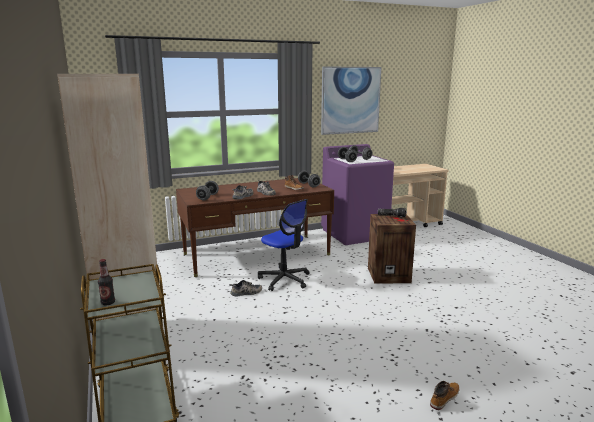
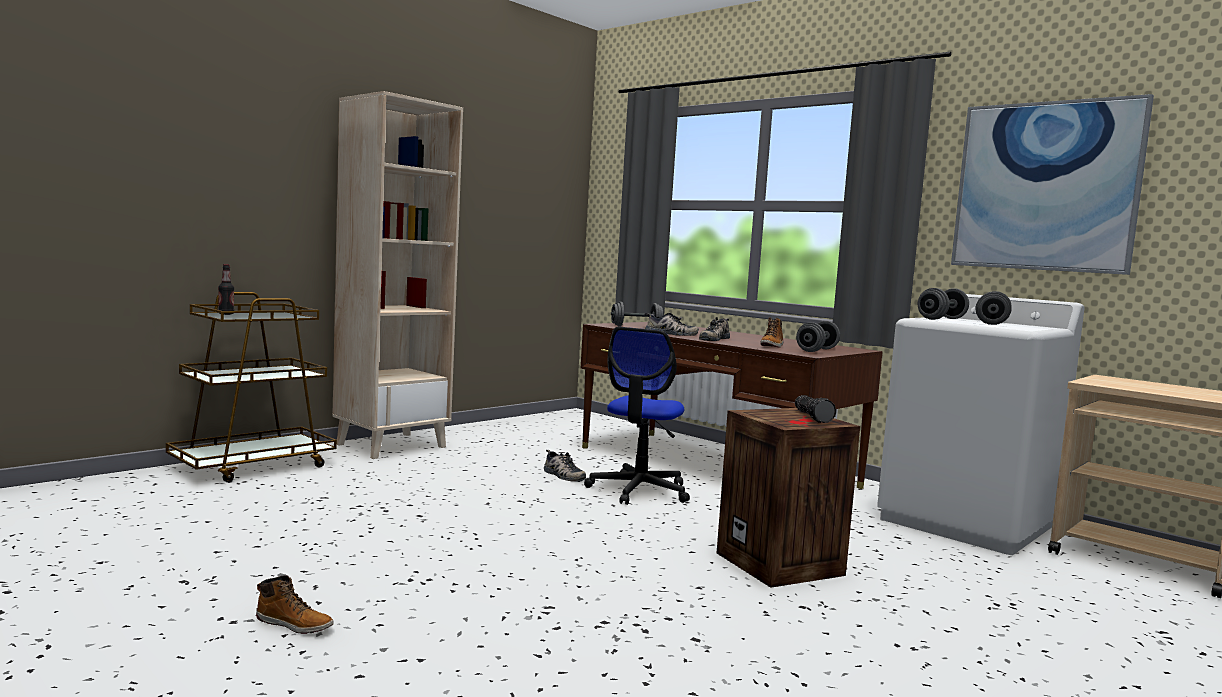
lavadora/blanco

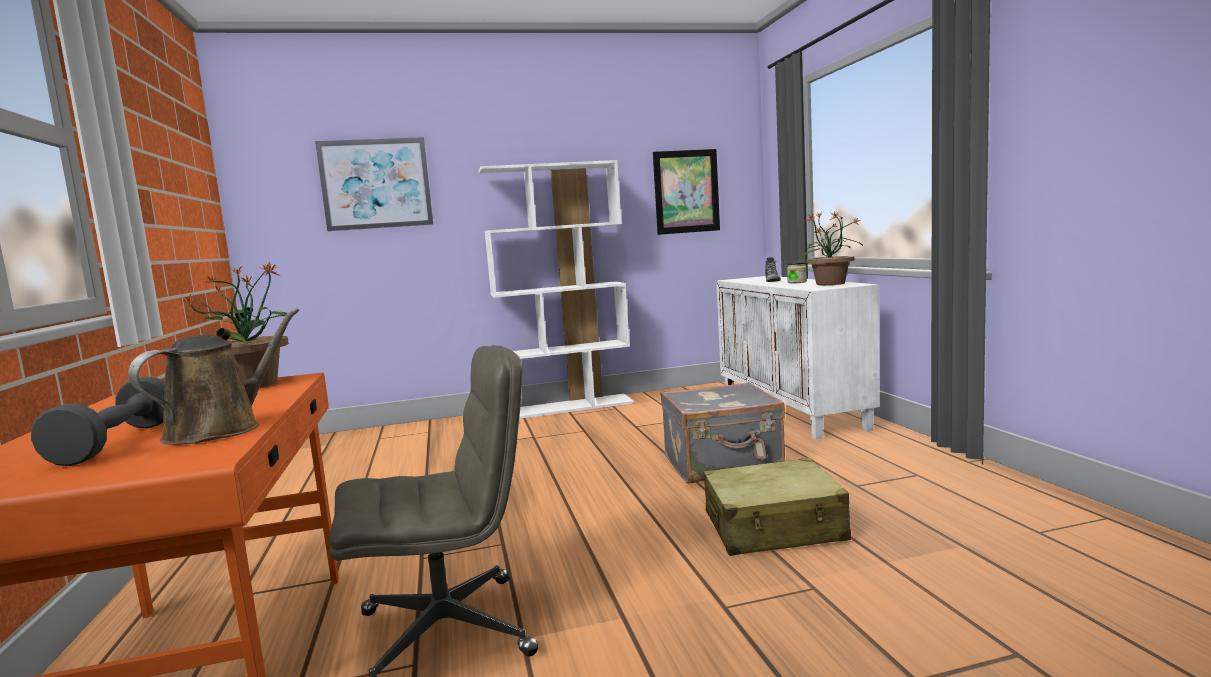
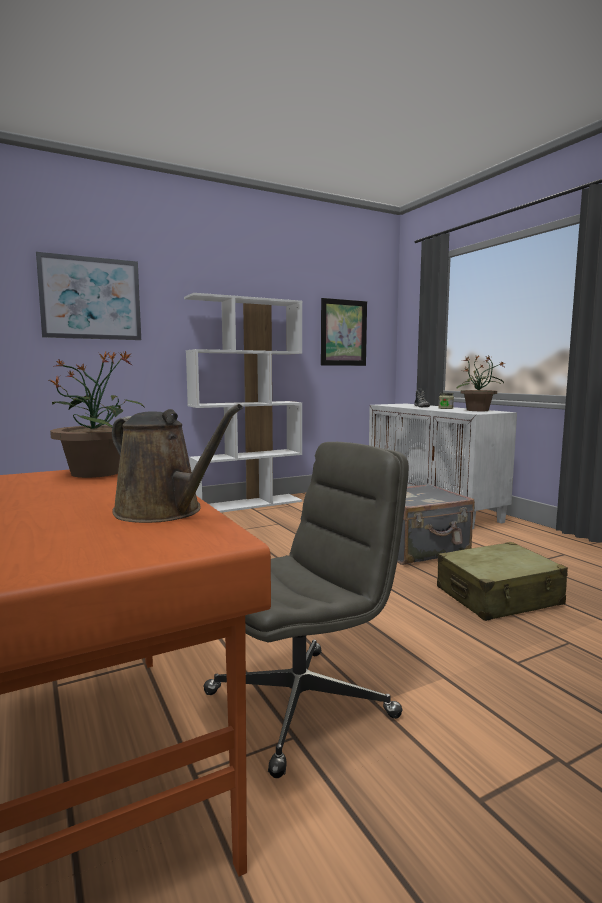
mancuerna/gris
regadera/marrón

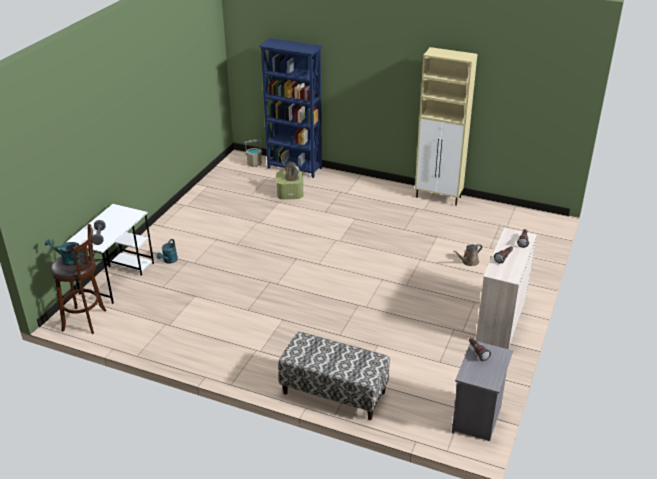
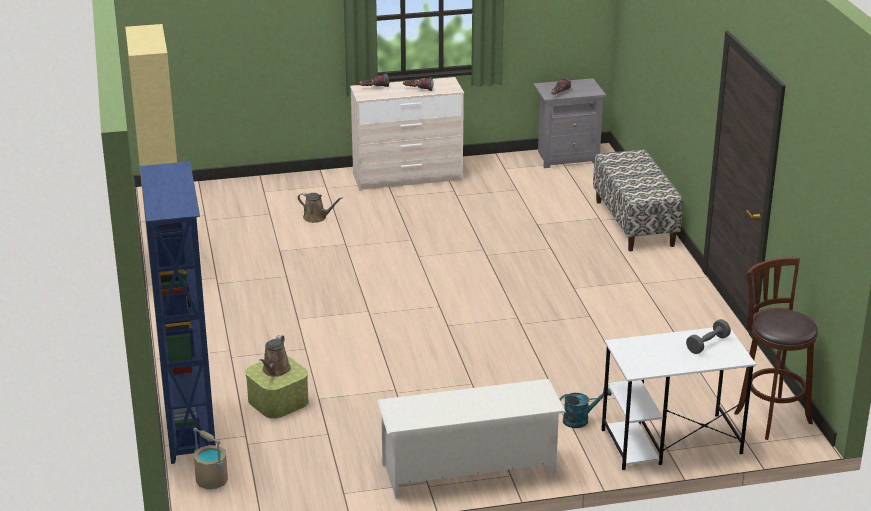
regadera/turquesa (1st from left in the first image)
zapatero/blanco

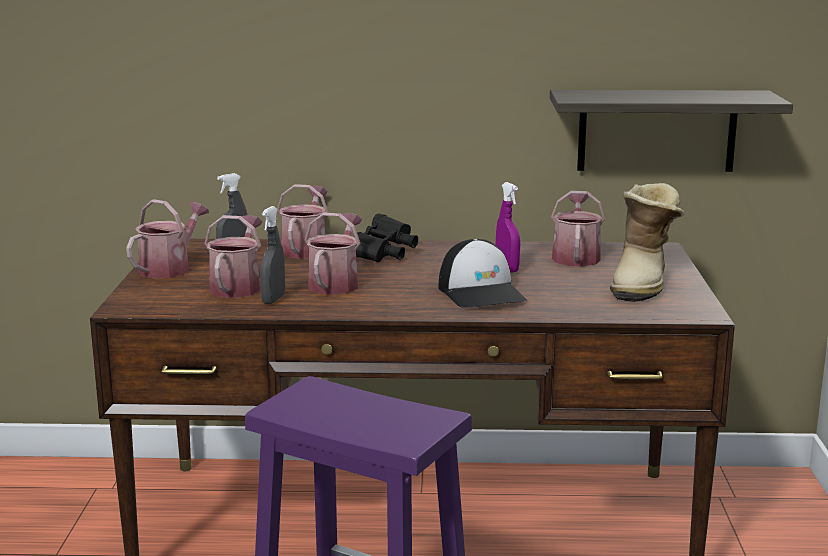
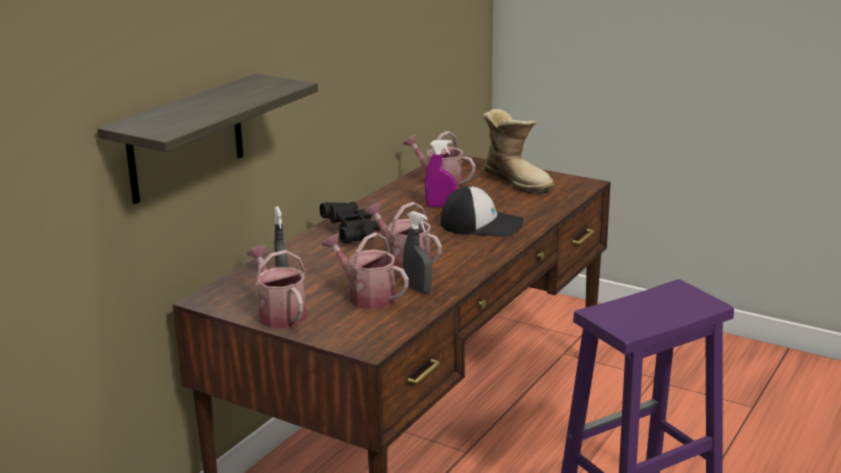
regadera (3rd from left in the first image)
estante

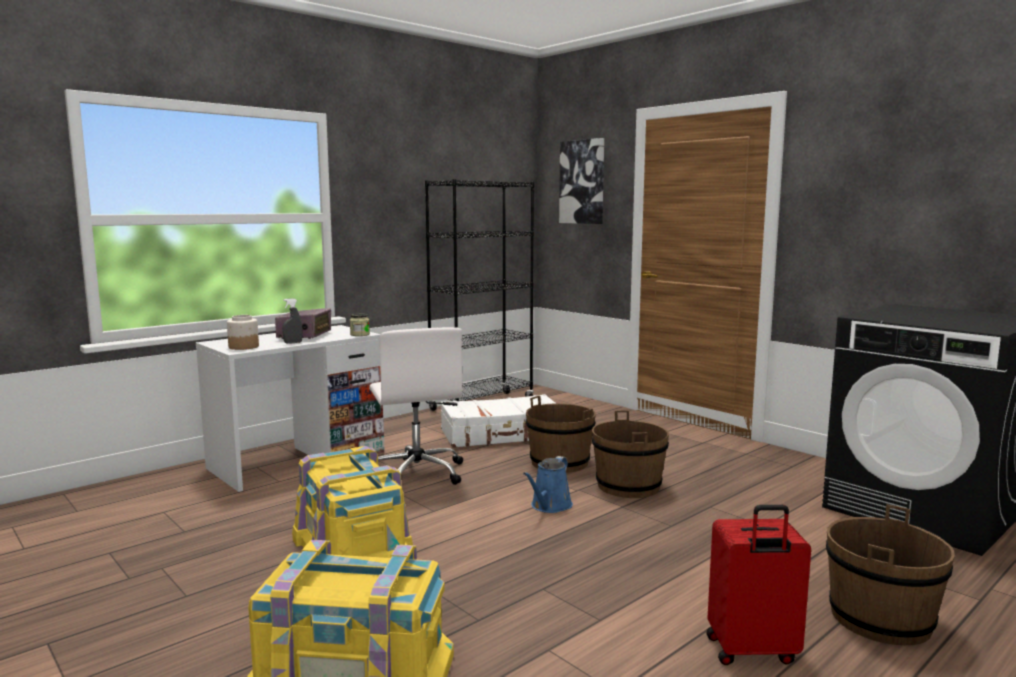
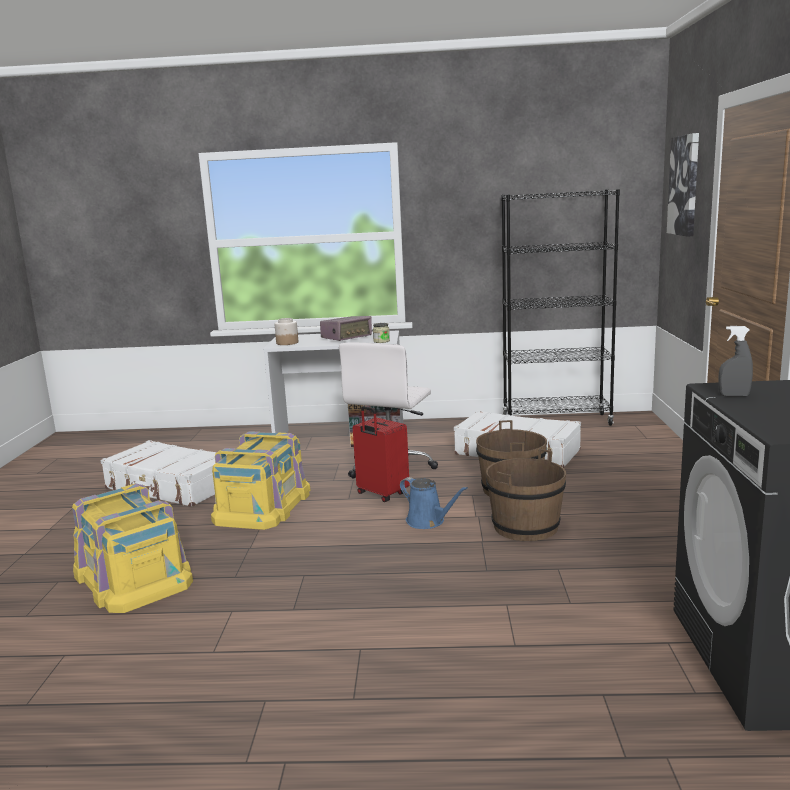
pulverizador/gris
regadera/azul
maleta/rojo
cubo/marrón (3rd from left in the first image)
maleta/blanco (1st from left)

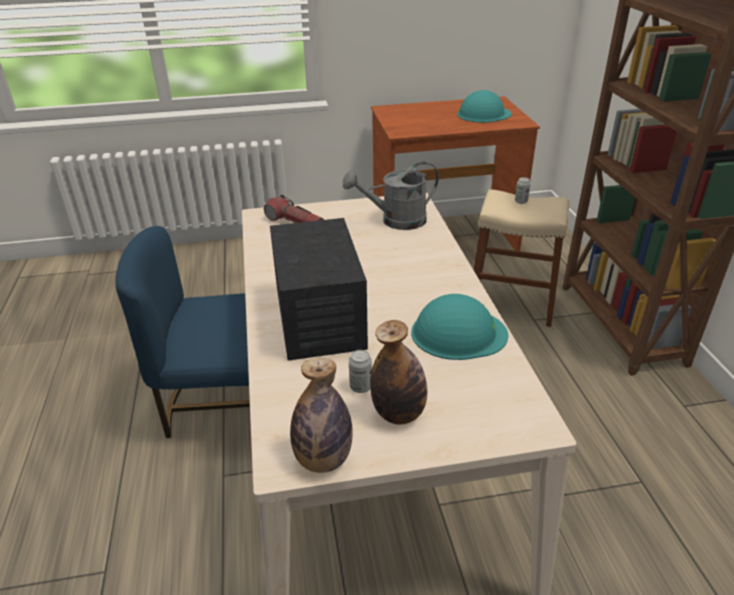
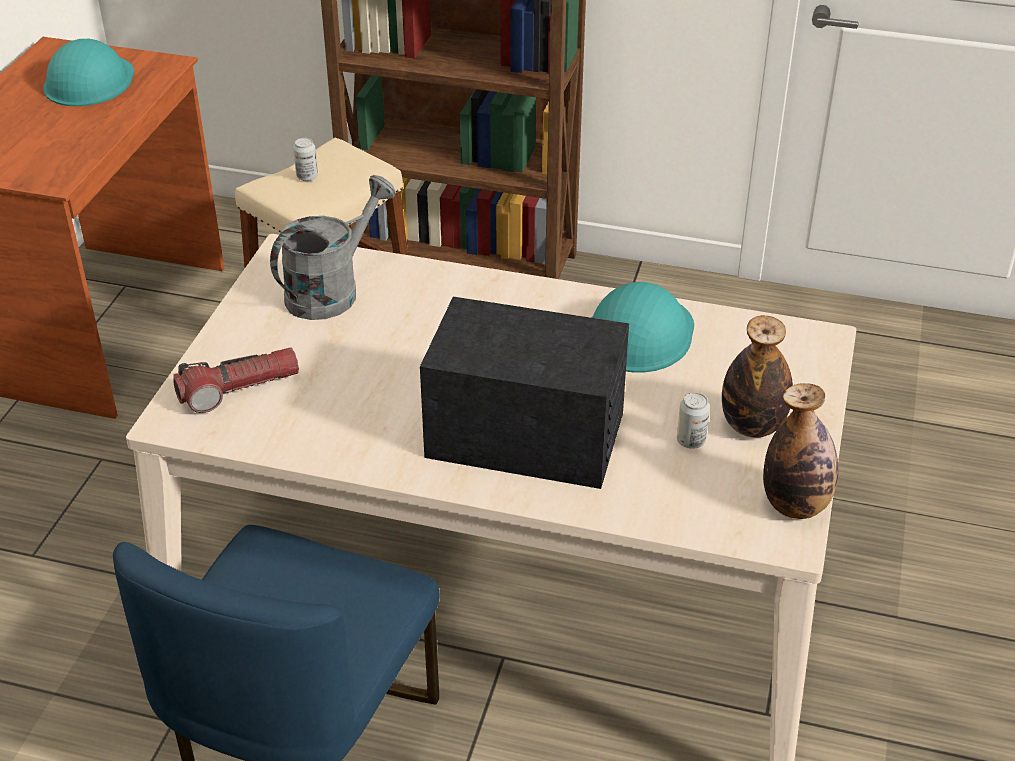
regadera/gris

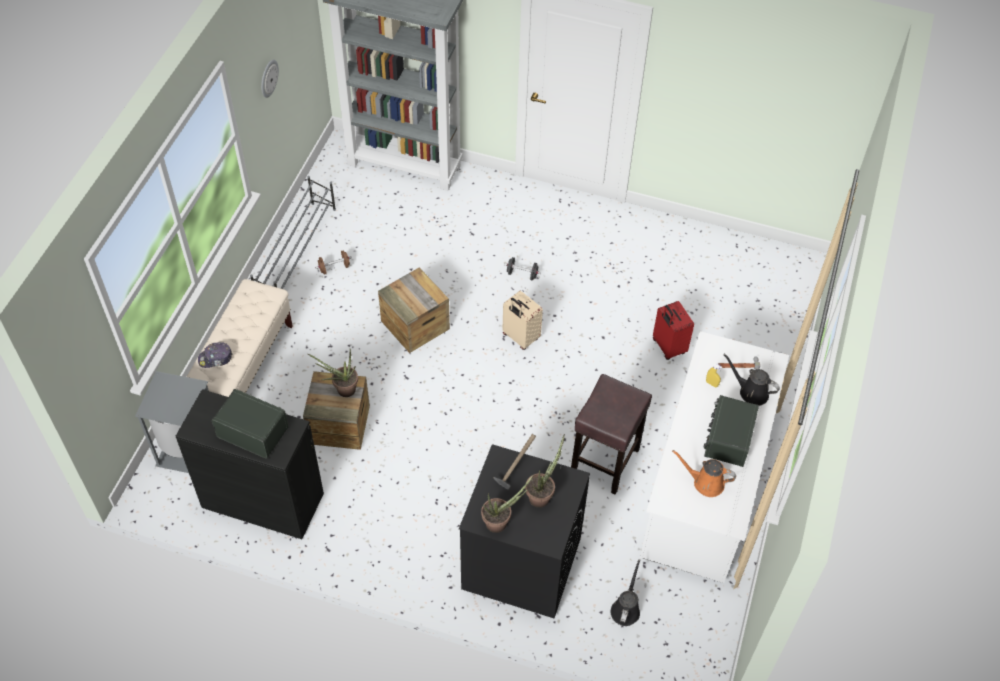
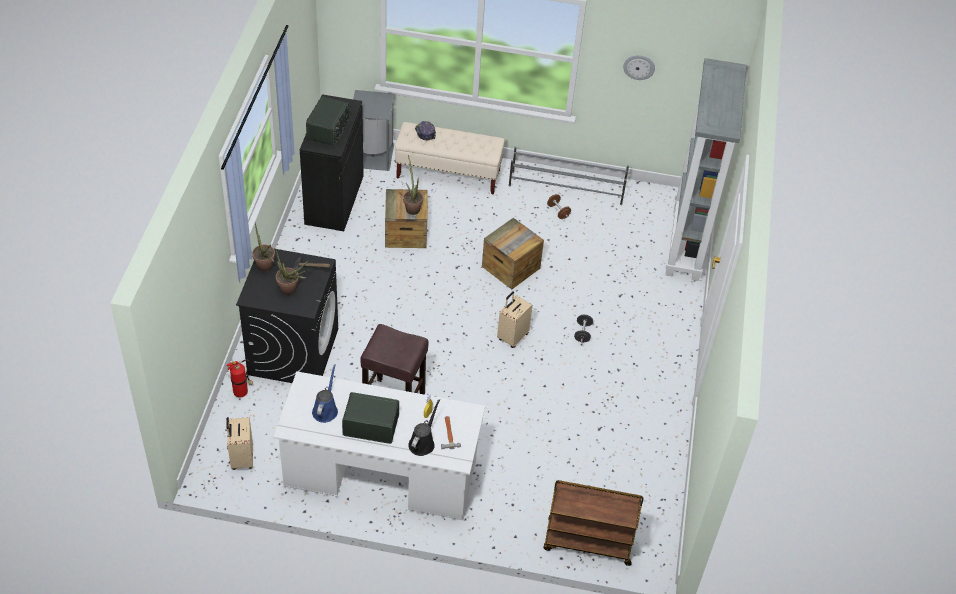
regadera/negro (1st from left in the first image)
maleta/rojo
regadera/azul
extintor
maleta/beis (1st from left)
carrito/marrón

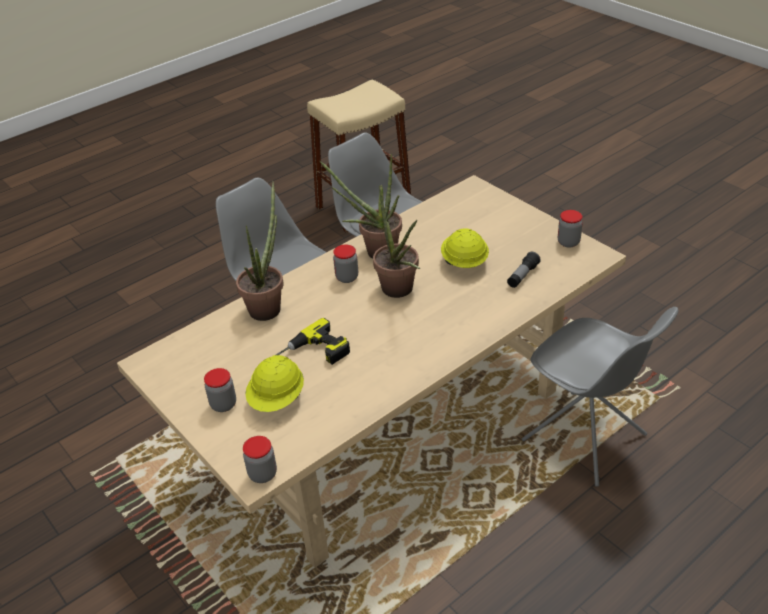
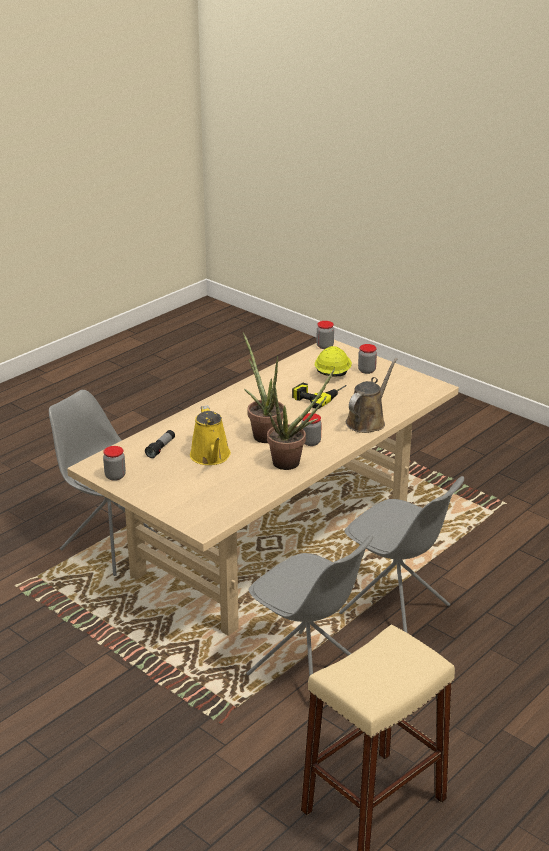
regadera/marrón
regadera/amarillo

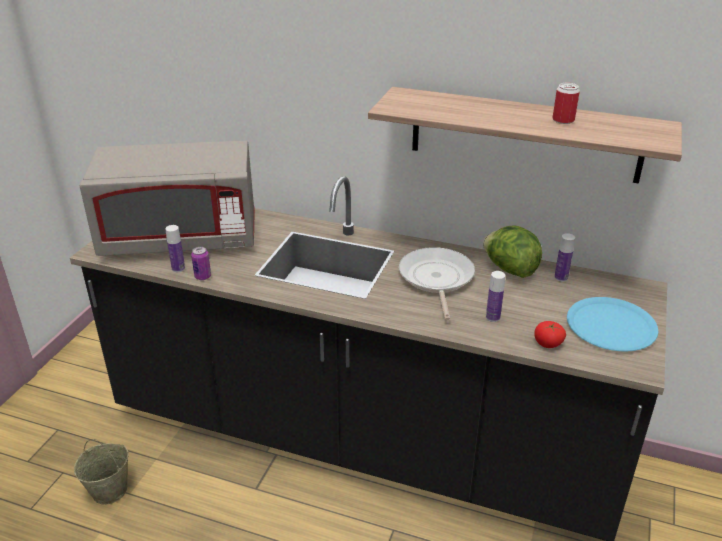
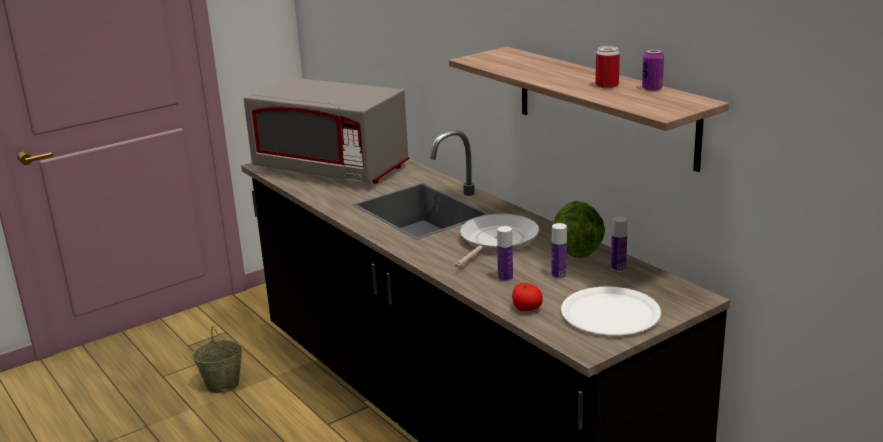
botella (2nd from left)
lata (2nd from left)
plato/blanco

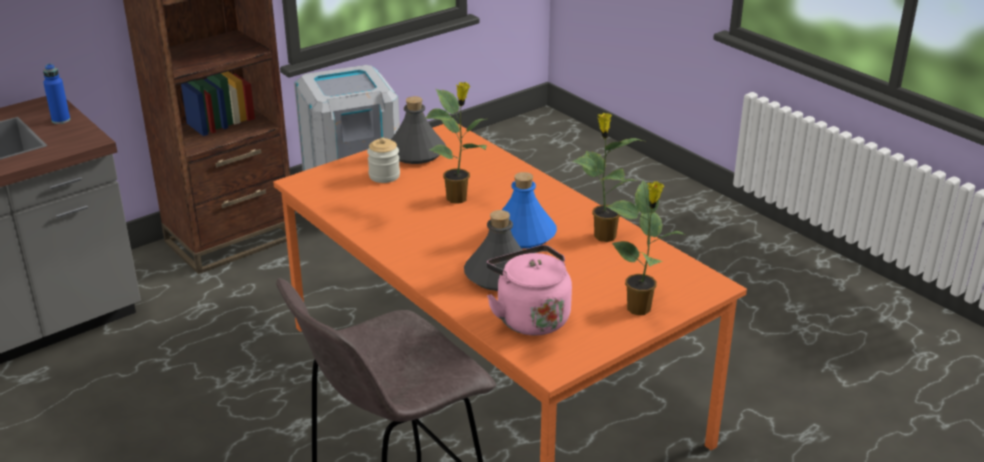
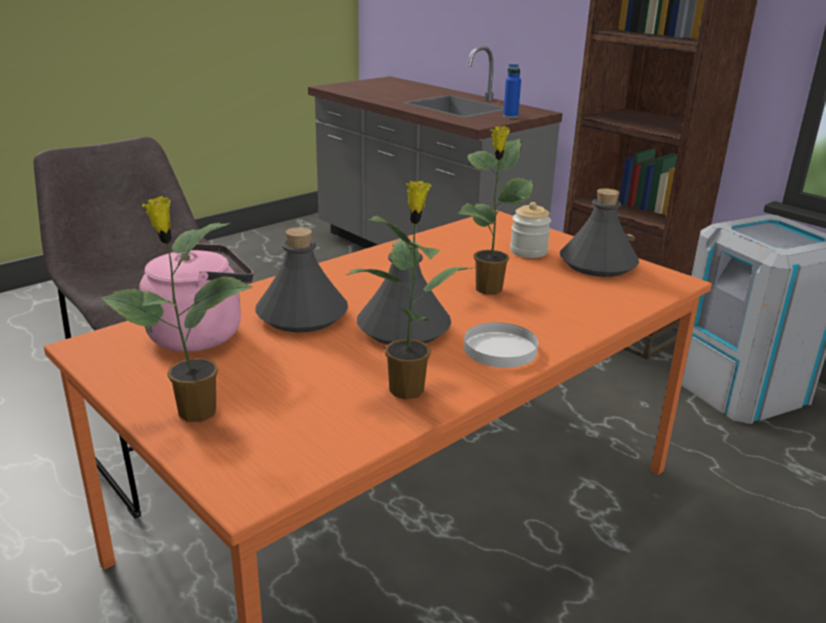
botella/gris (2nd from left)
plato/blanco

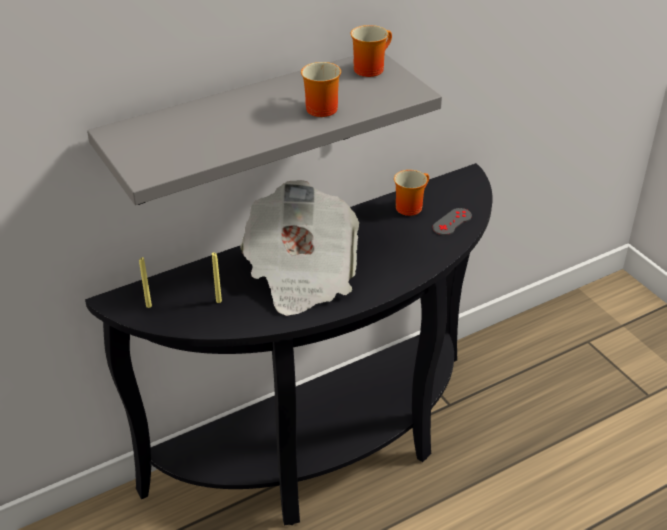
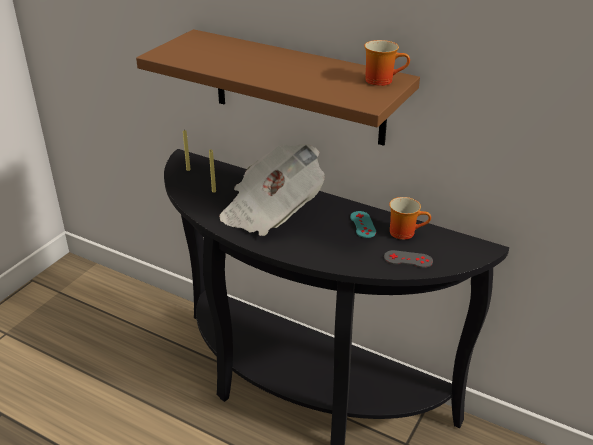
estante/marrón
taza grande (1st from left in the first image)
mando de consola/turquesa

